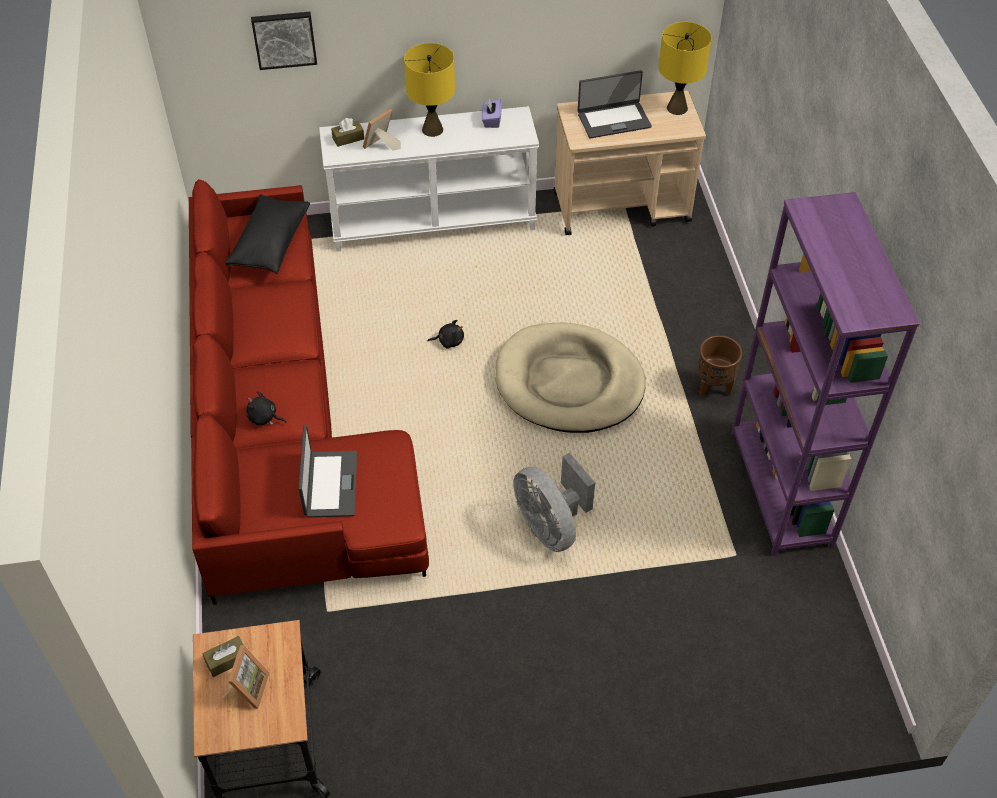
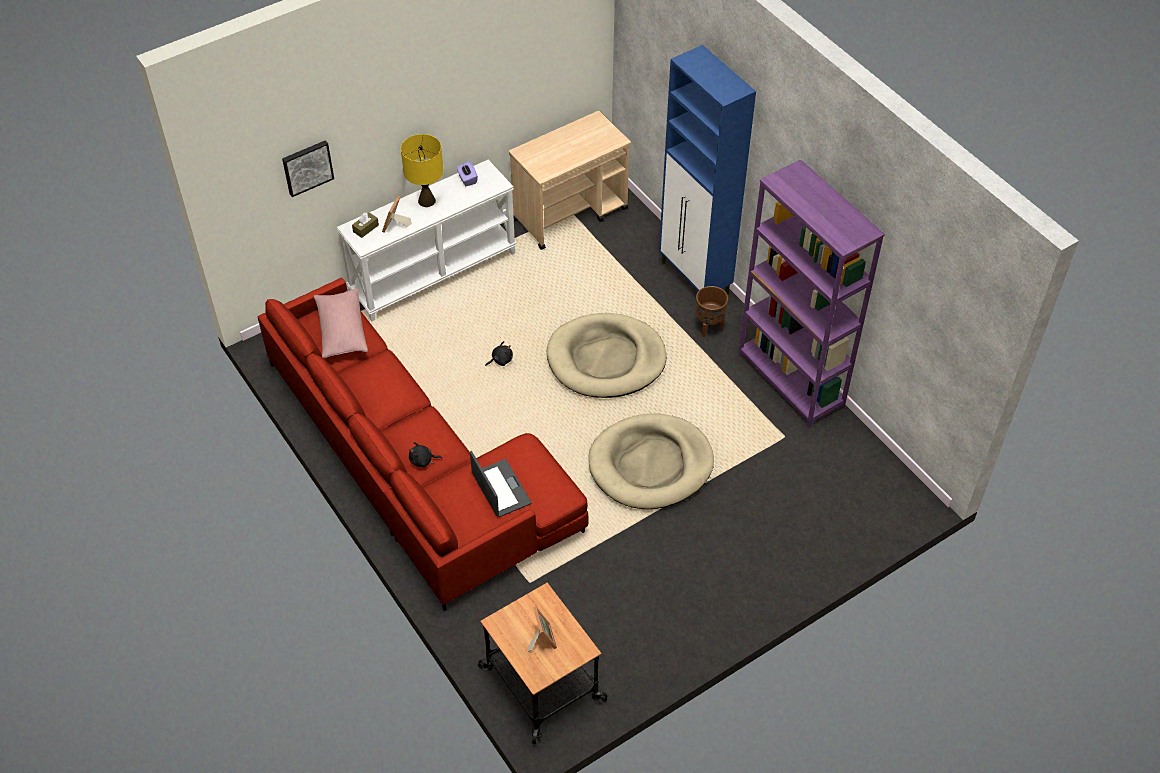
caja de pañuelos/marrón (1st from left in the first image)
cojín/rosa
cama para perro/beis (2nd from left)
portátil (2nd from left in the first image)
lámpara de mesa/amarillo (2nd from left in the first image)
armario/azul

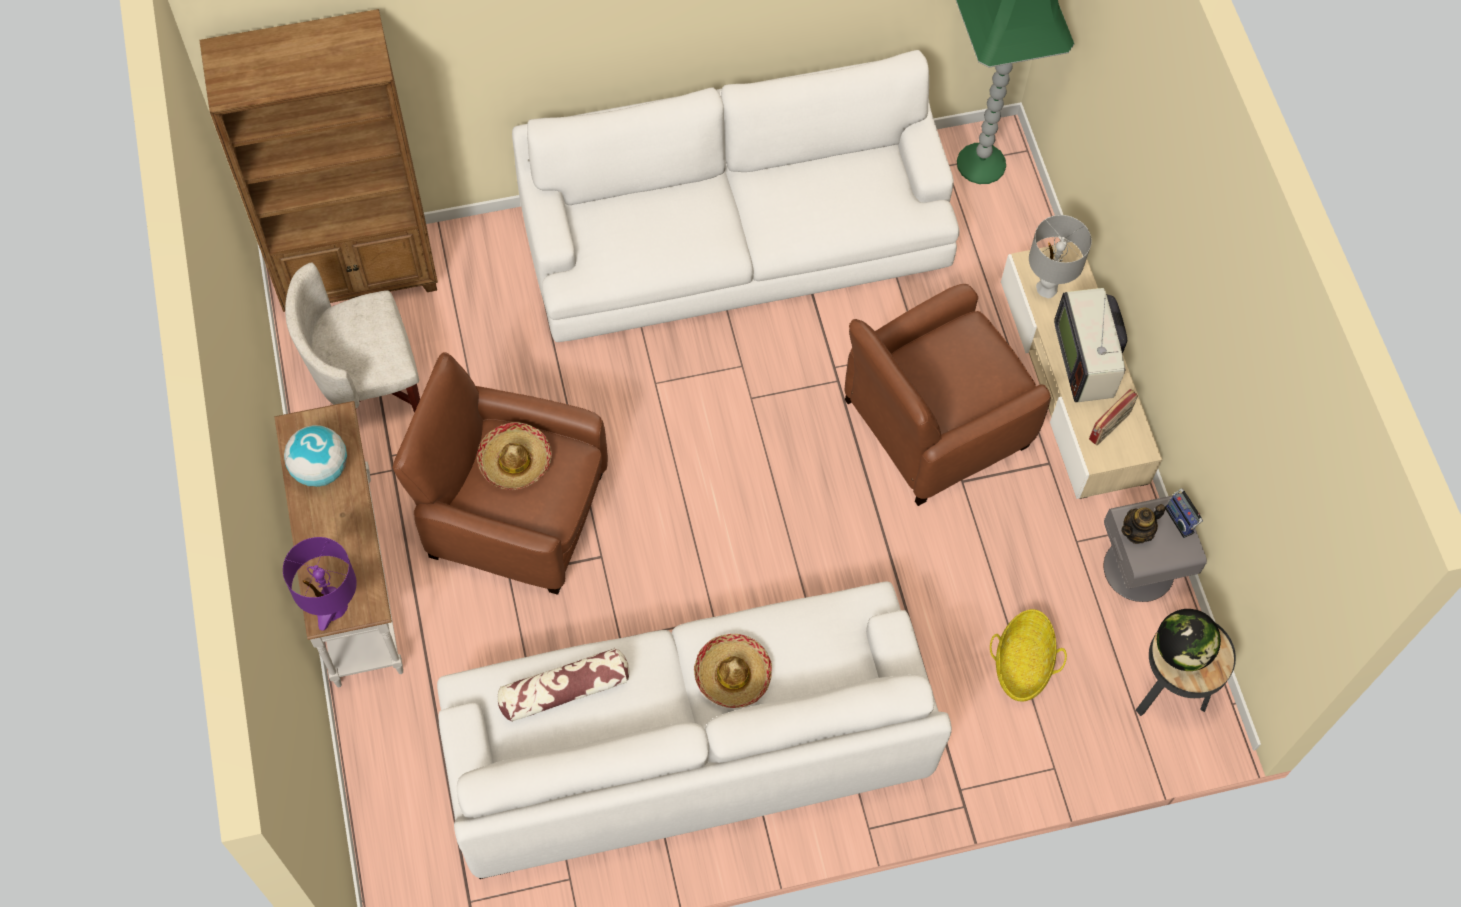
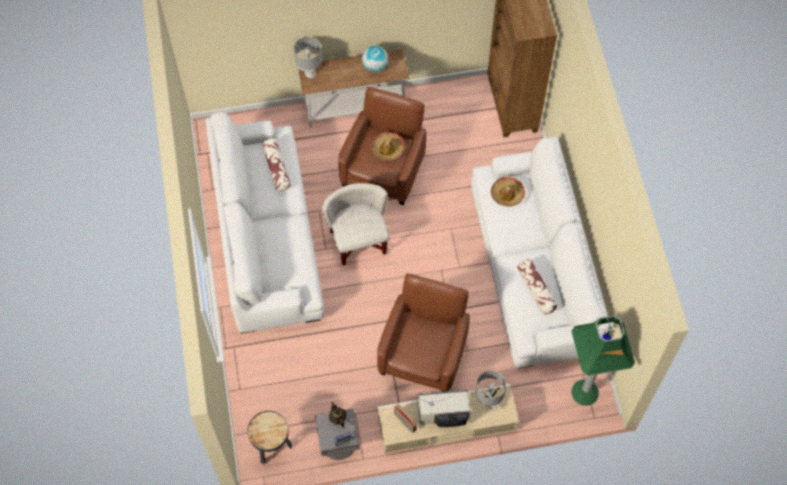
lámpara de mesa/gris (1st from left)
sillón/blanco
sombrero (2nd from left)
sillón/marrón (2nd from left)
cesta
globo terráqueo (2nd from left in the first image)
cojín (2nd from left)

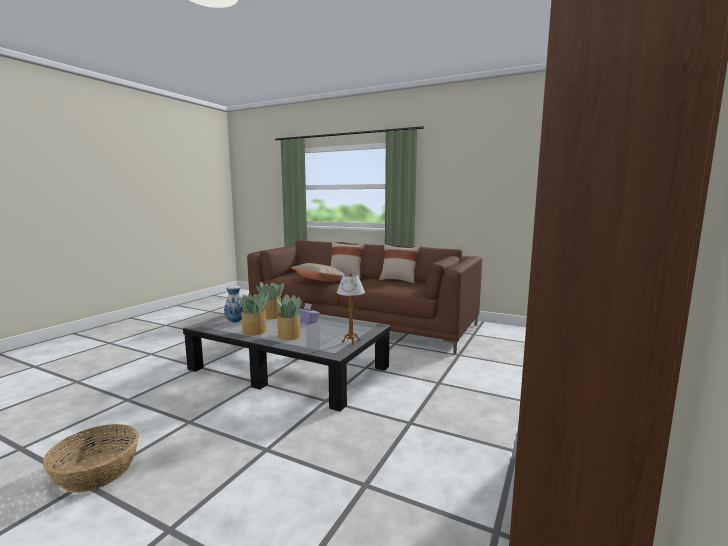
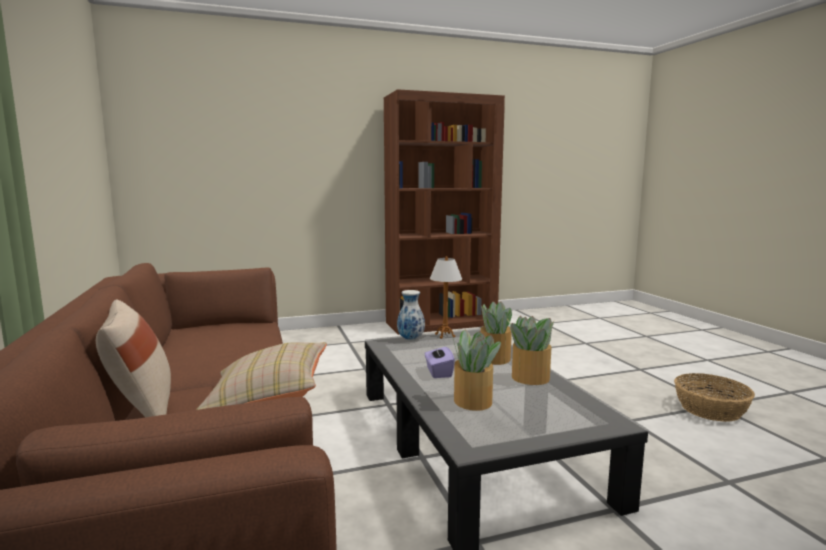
florero
cojín/beis (3rd from left in the first image)

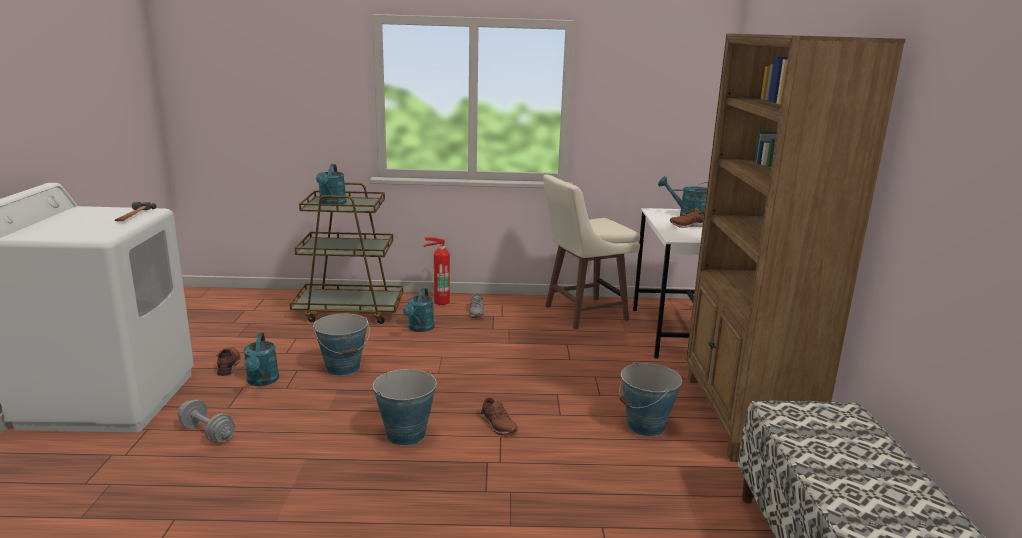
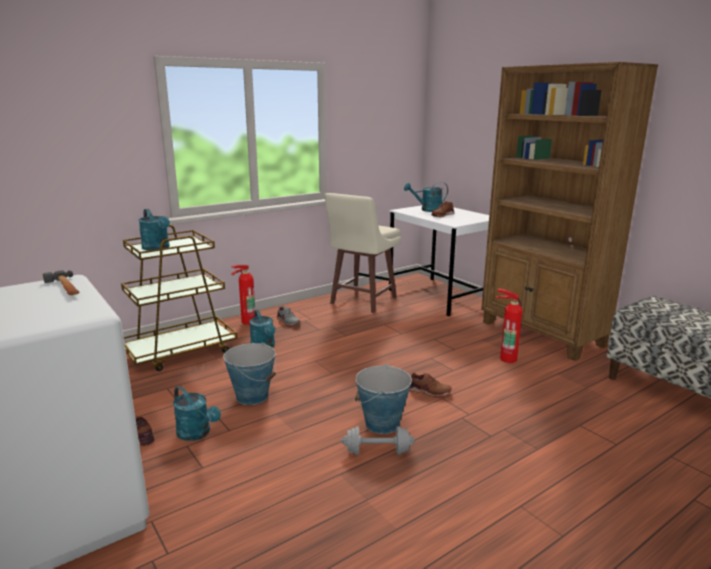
mancuerna/gris
extintor (2nd from left)

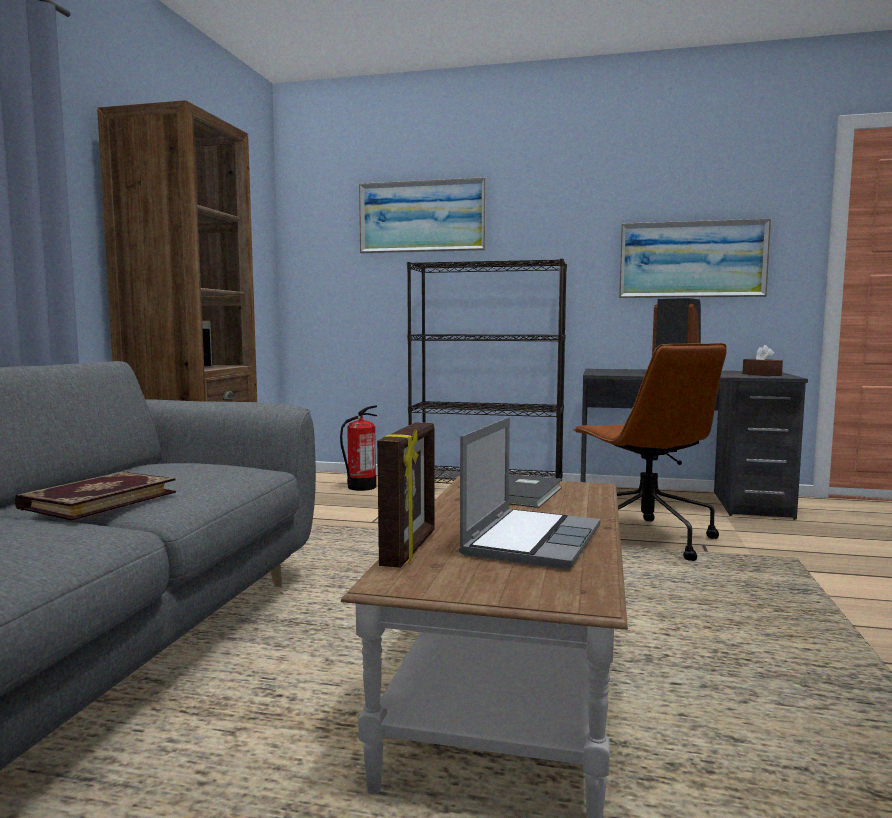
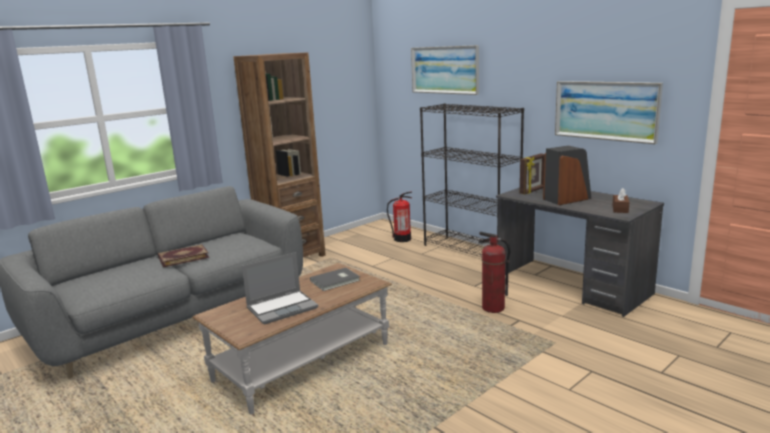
portarretratos
extintor (2nd from left)

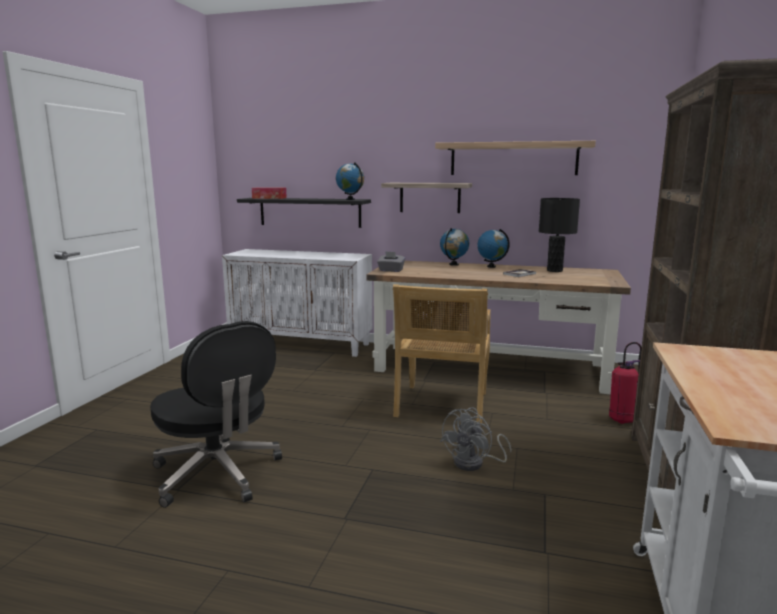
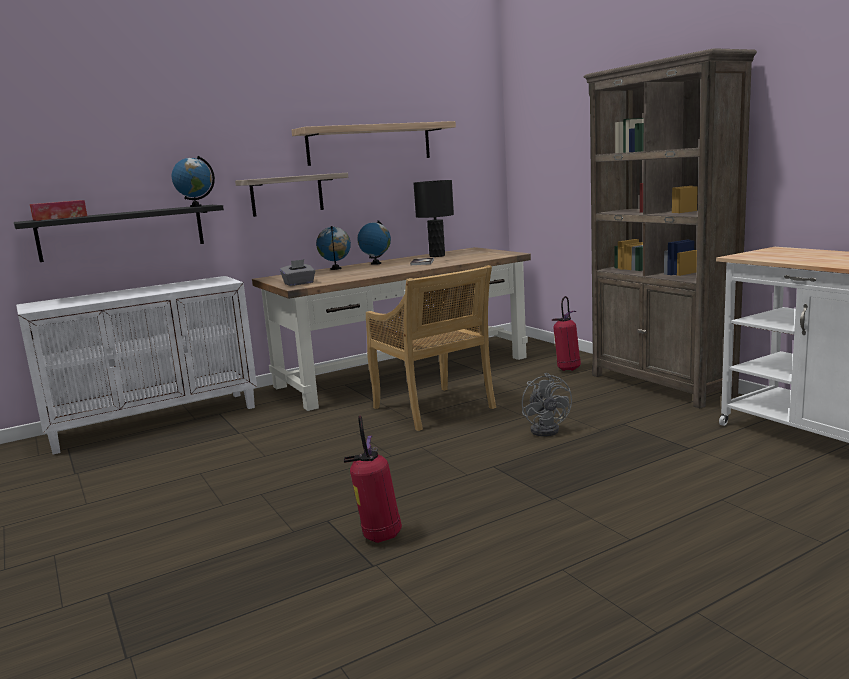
extintor (1st from left)

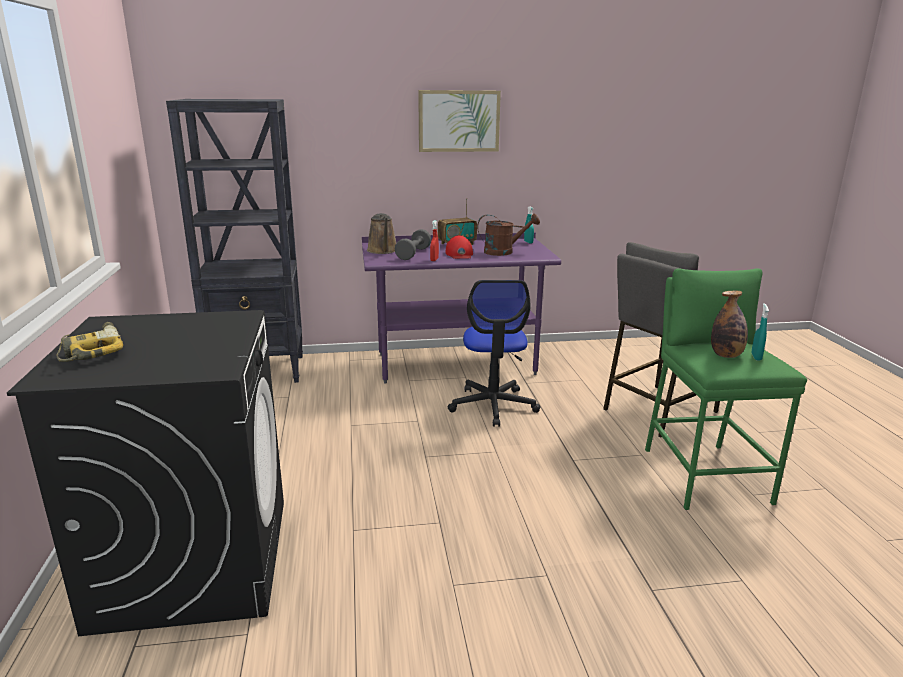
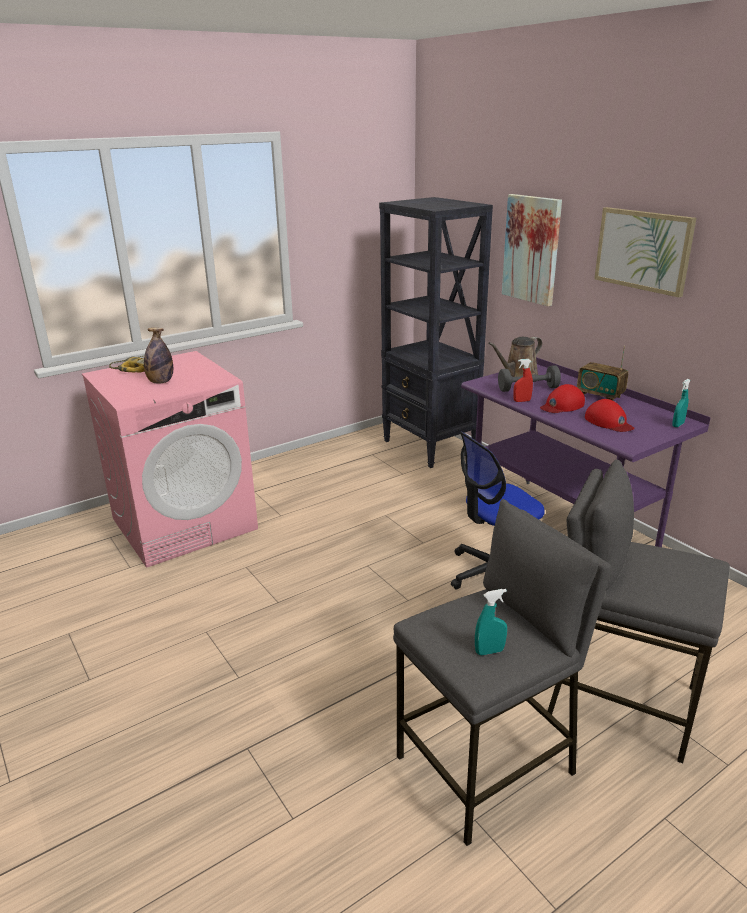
lavadora/rosa
gorra/rojo (2nd from left)
taburete/gris (1st from left)
botella
cuadro (1st from left)

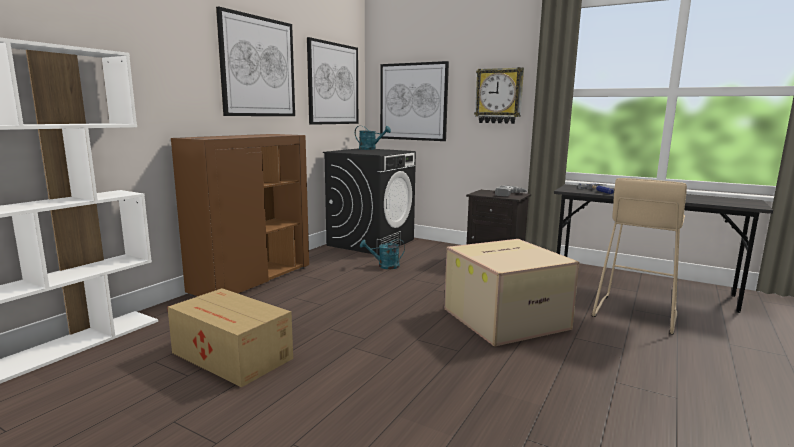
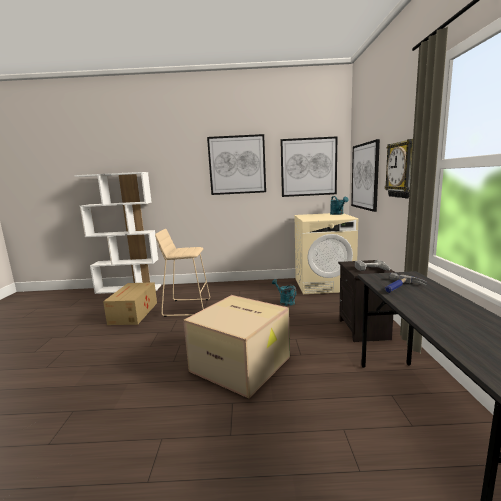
armario/marrón
lavadora/beis
taburete/beis

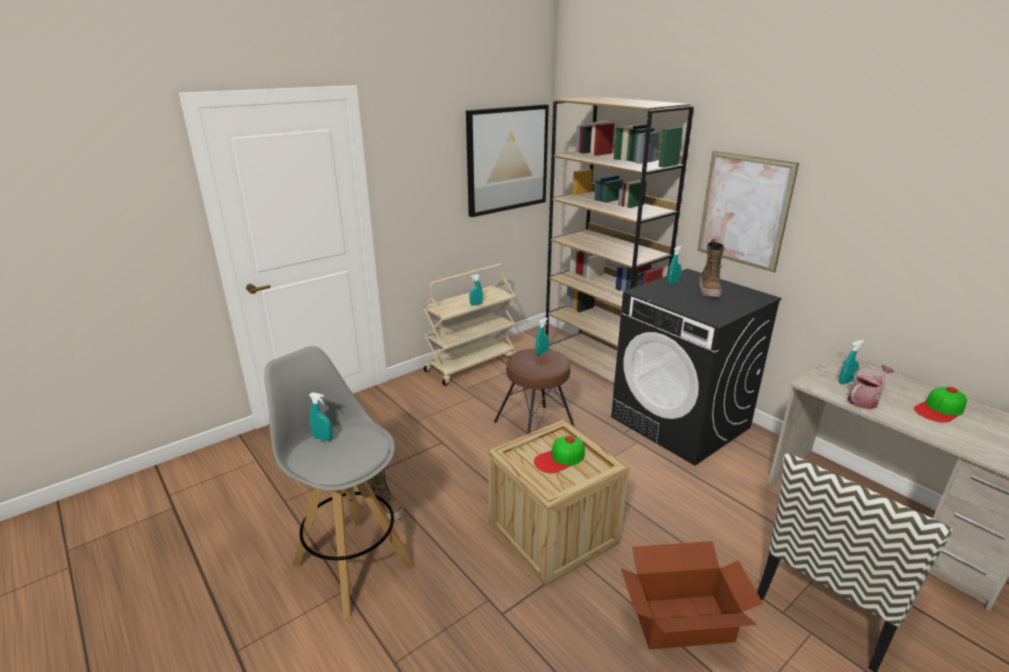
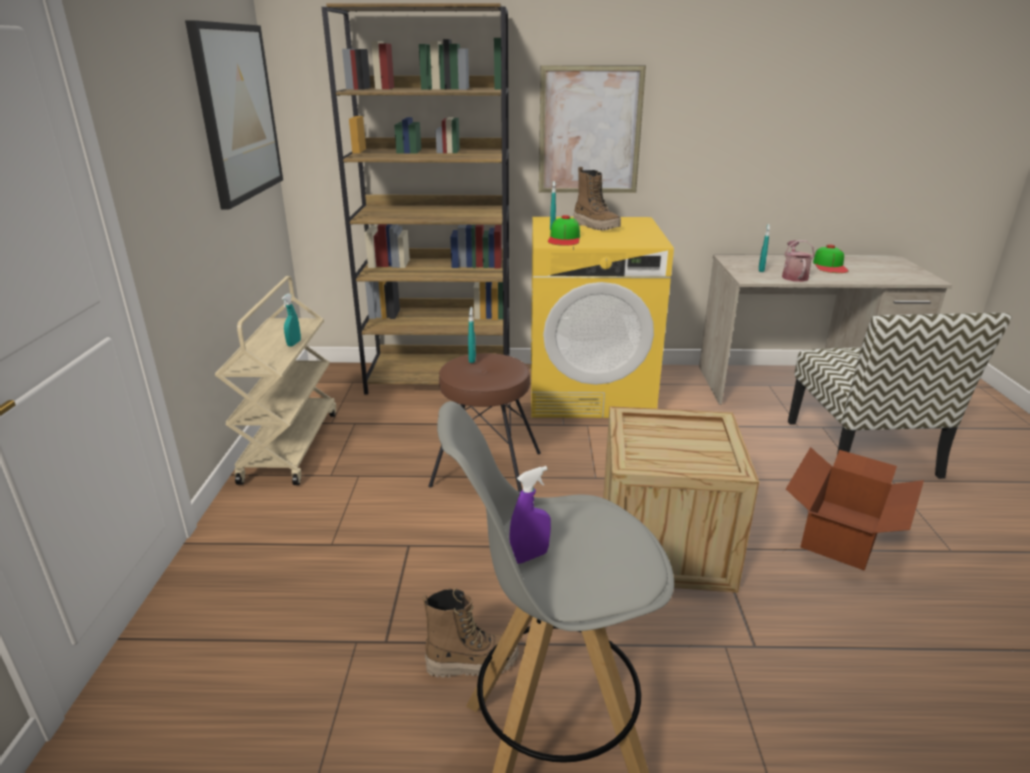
pulverizador/morado
gorra (1st from left)
lavadora/amarillo

